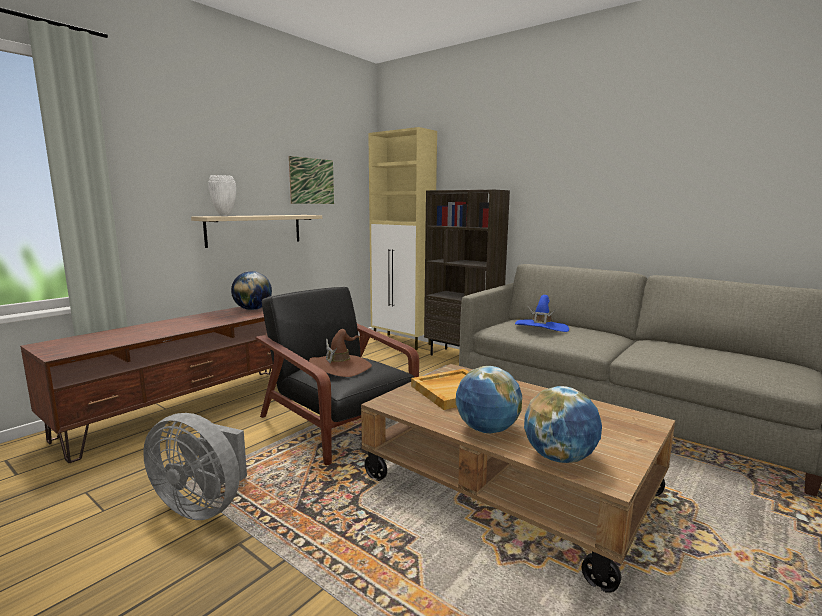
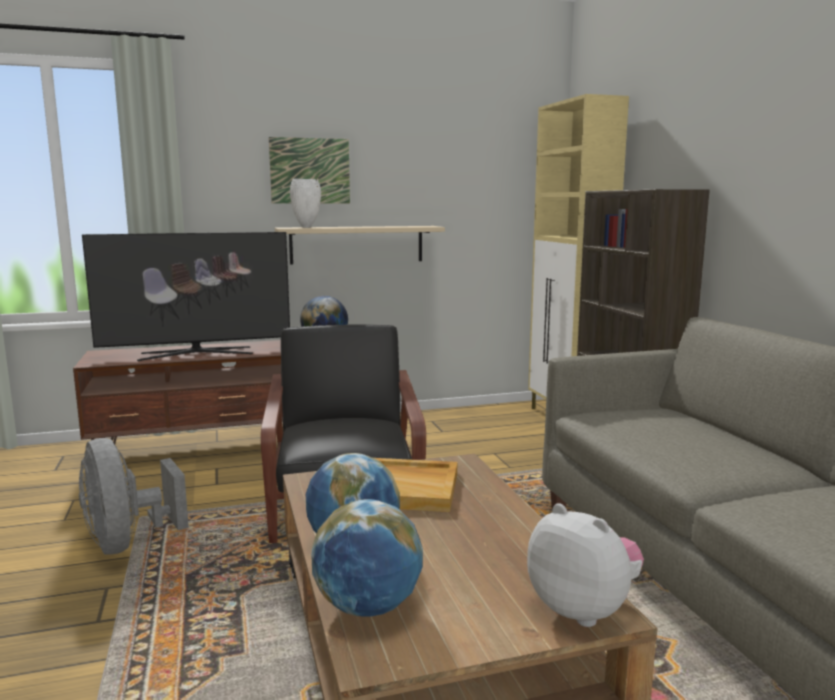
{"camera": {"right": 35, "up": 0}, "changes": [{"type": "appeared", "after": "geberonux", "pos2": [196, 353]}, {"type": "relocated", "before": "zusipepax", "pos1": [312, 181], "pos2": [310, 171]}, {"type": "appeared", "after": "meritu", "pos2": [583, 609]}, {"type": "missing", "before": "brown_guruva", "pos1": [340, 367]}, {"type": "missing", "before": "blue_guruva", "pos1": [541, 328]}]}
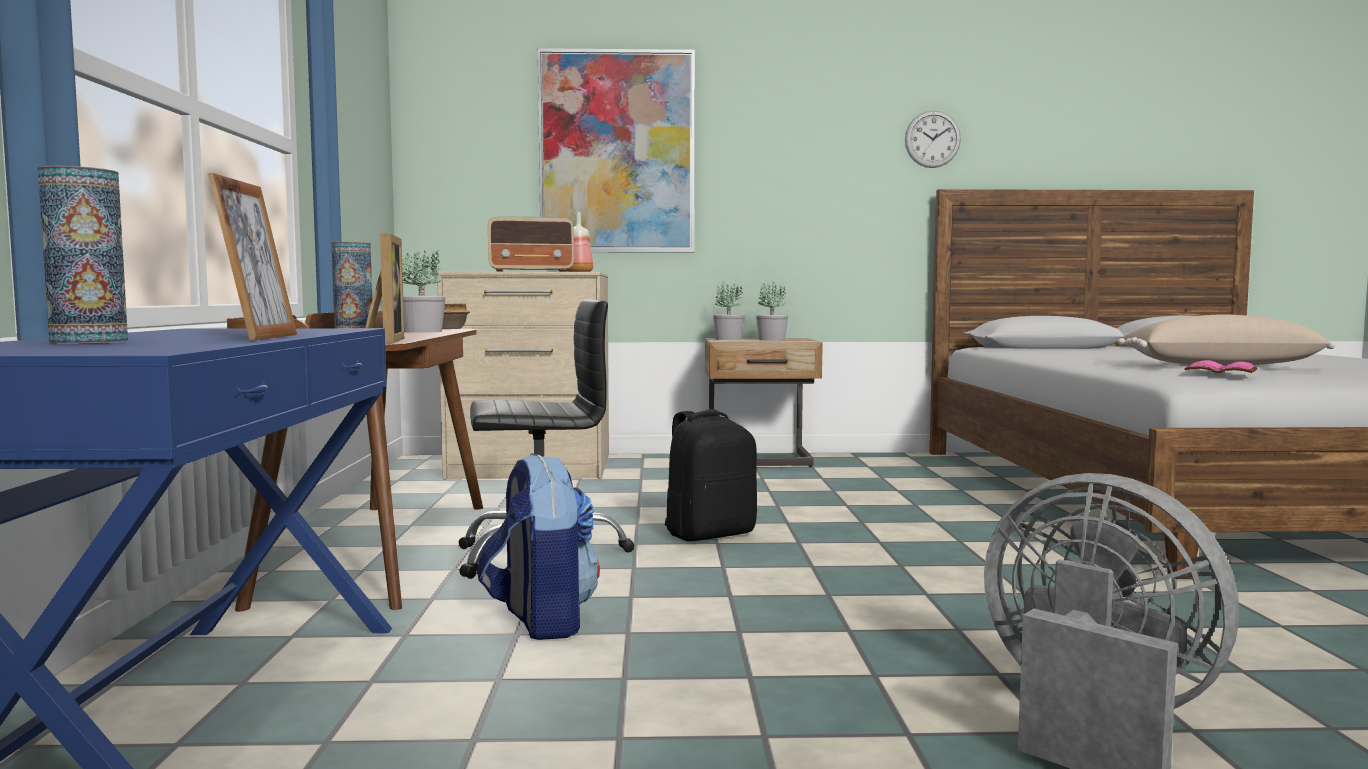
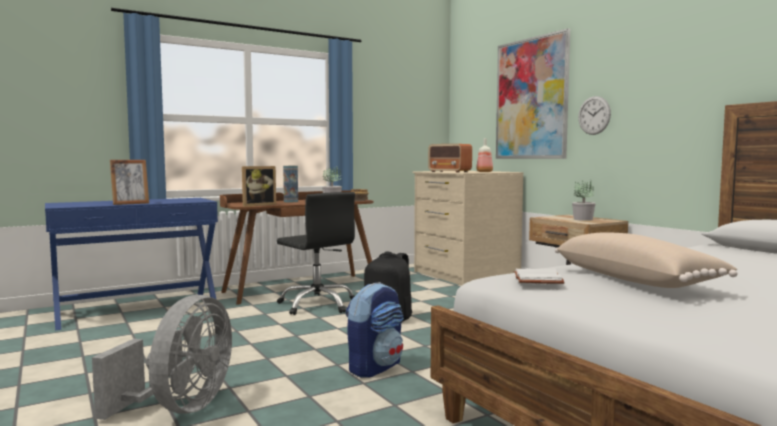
{"camera": {"right": 60, "up": 0}, "changes": [{"type": "relocated", "before": "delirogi", "pos1": [540, 621], "pos2": [375, 367]}, {"type": "colour", "before": "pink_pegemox", "after": "white_pegemox", "pos1": [1222, 371], "pos2": [539, 279]}, {"type": "relocated", "before": "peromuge", "pos1": [932, 139], "pos2": [594, 115]}, {"type": "missing", "before": "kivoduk", "pos1": [89, 341]}, {"type": "missing", "before": "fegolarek", "pos1": [729, 339]}]}
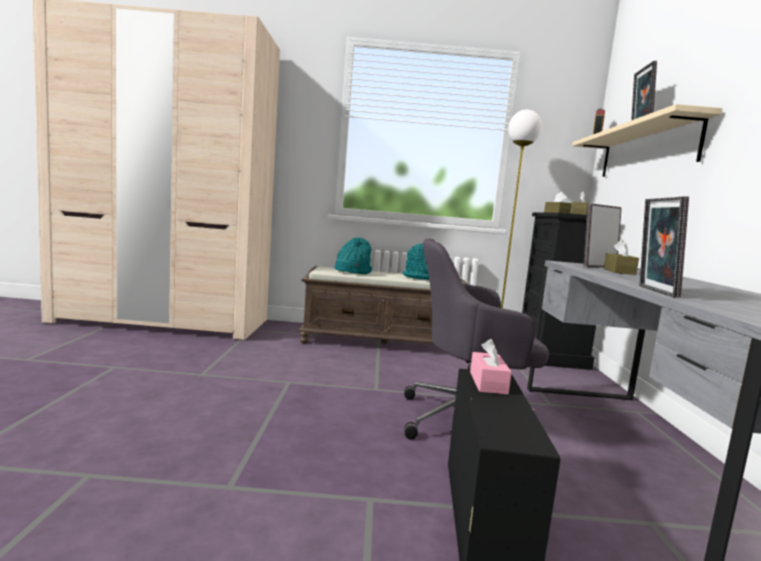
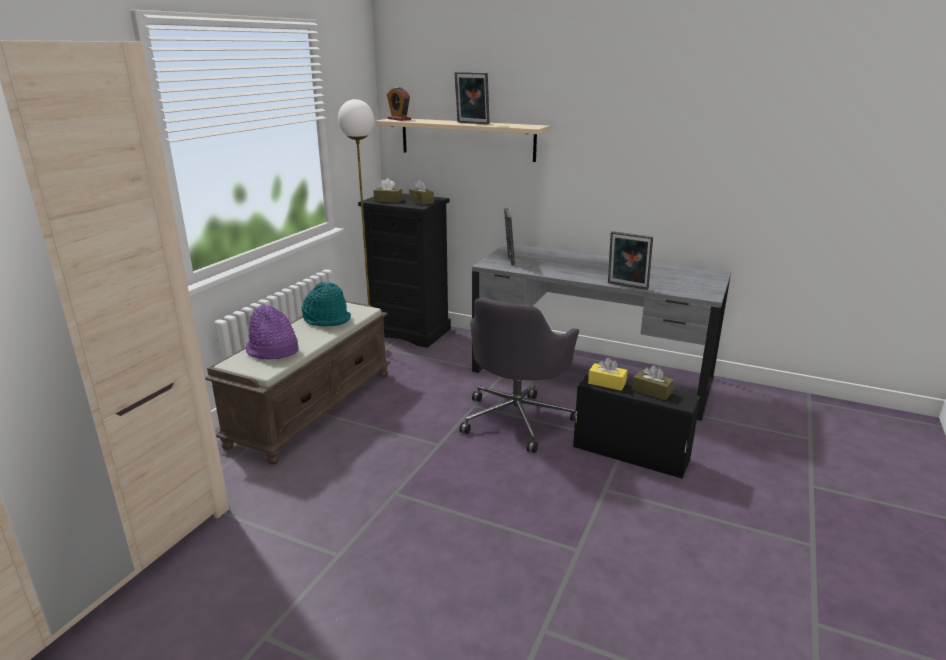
{"camera": {"right": -65, "up": 15}, "changes": [{"type": "colour", "before": "turquoise_guruva", "after": "purple_guruva", "pos1": [352, 271], "pos2": [272, 350]}, {"type": "colour", "before": "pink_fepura", "after": "yellow_fepura", "pos1": [488, 383], "pos2": [607, 383]}, {"type": "relocated", "before": "brown_fepura", "pos1": [619, 271], "pos2": [651, 391]}]}
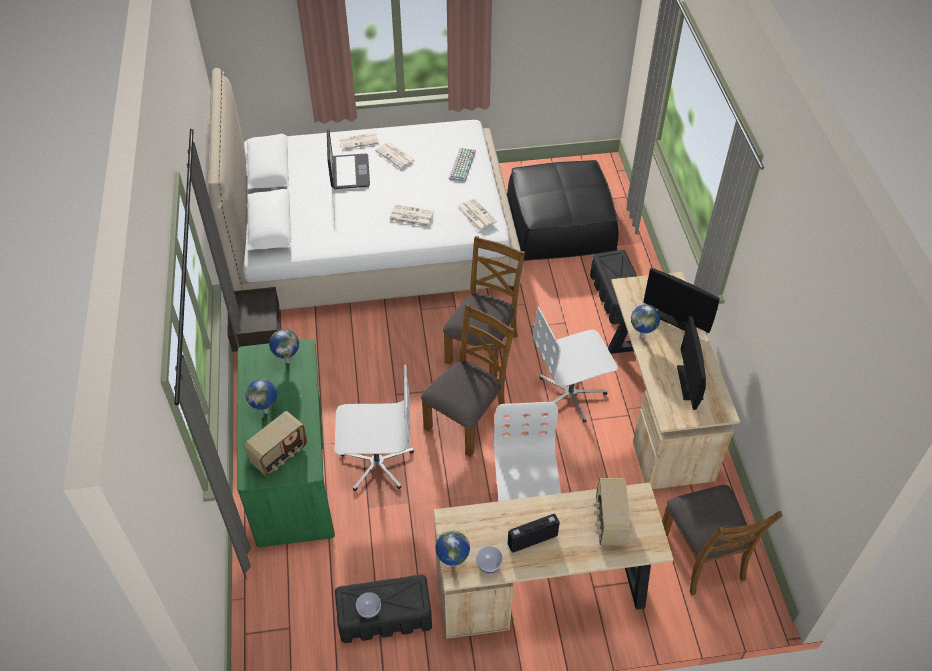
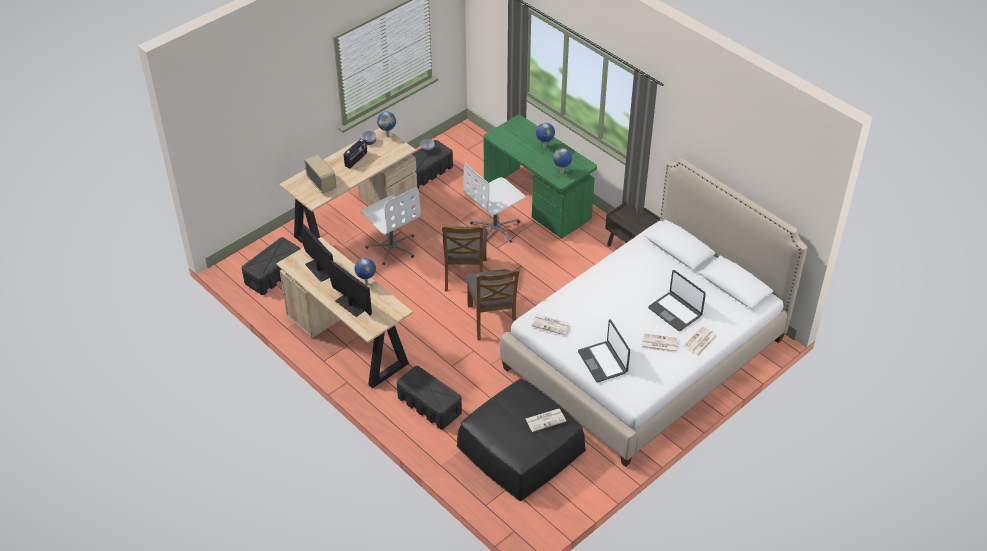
{"camera": {"right": 145, "up": -5}, "changes": [{"type": "exchanged", "before": "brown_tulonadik", "after": "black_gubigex", "pos1": [703, 556], "pos2": [274, 274]}, {"type": "spun", "before": "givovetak", "pos1": [676, 319], "pos2": [350, 305], "turn": 45}, {"type": "relocated", "before": "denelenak", "pos1": [410, 216], "pos2": [546, 420]}, {"type": "exchanged", "before": "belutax", "after": "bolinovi", "pos1": [461, 164], "pos2": [603, 362]}, {"type": "missing", "before": "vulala", "pos1": [279, 455]}, {"type": "missing", "before": "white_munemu", "pos1": [571, 395]}]}
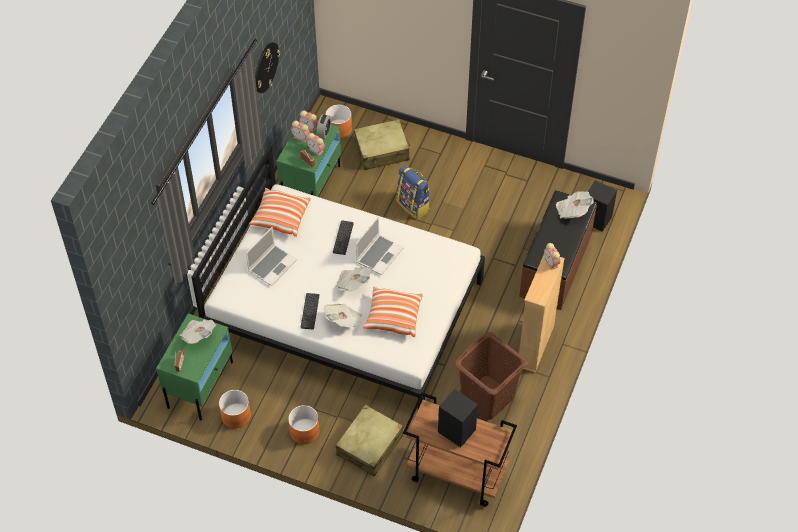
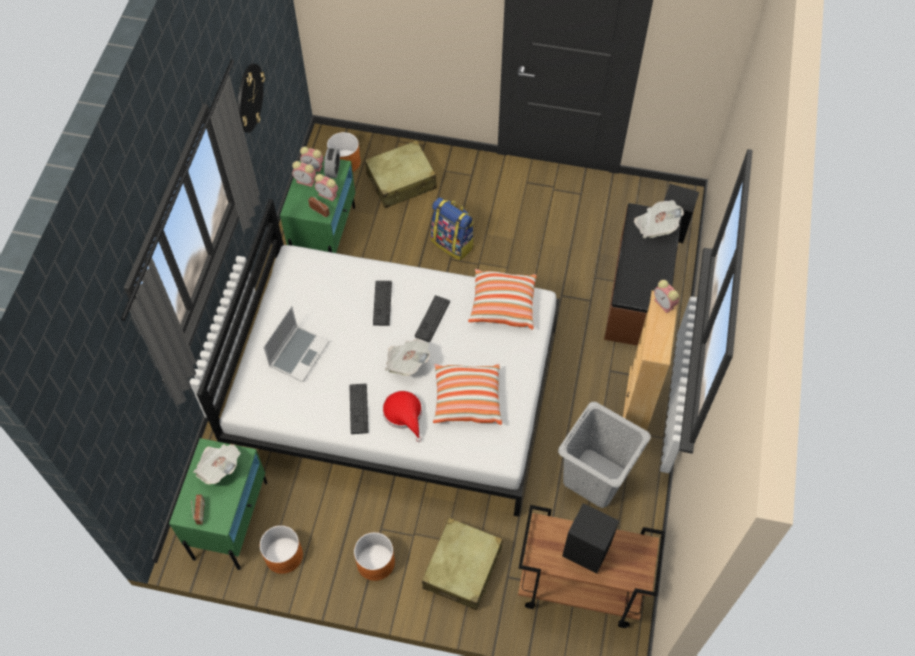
{"camera": {"right": -10, "up": 5}, "changes": [{"type": "exchanged", "before": "denelenak", "after": "red_guruva", "pos1": [343, 320], "pos2": [404, 414]}, {"type": "exchanged", "before": "bolinovi", "after": "belutax", "pos1": [379, 255], "pos2": [432, 319]}, {"type": "relocated", "before": "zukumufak", "pos1": [280, 217], "pos2": [502, 305]}, {"type": "colour", "before": "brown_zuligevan", "after": "grey_zuligevan", "pos1": [487, 398], "pos2": [595, 478]}]}
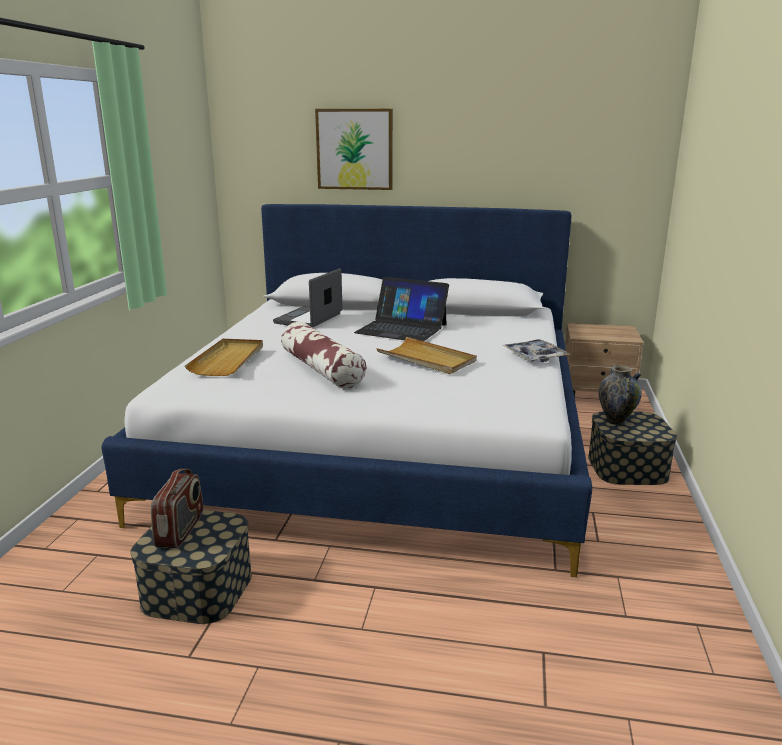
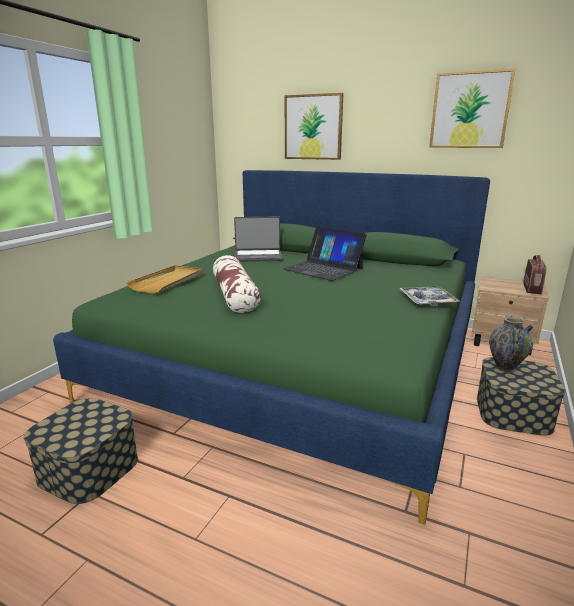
{"camera": {"right": 15, "up": 0}, "changes": [{"type": "colour", "before": "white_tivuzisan", "after": "green_tivuzisan", "pos1": [382, 441], "pos2": [301, 359]}, {"type": "spun", "before": "bolinovi", "pos1": [309, 319], "pos2": [258, 256], "turn": -135}, {"type": "appeared", "after": "zusipepax", "pos2": [470, 110]}, {"type": "relocated", "before": "vulala", "pos1": [181, 530], "pos2": [532, 289]}, {"type": "missing", "before": "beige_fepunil", "pos1": [427, 359]}]}
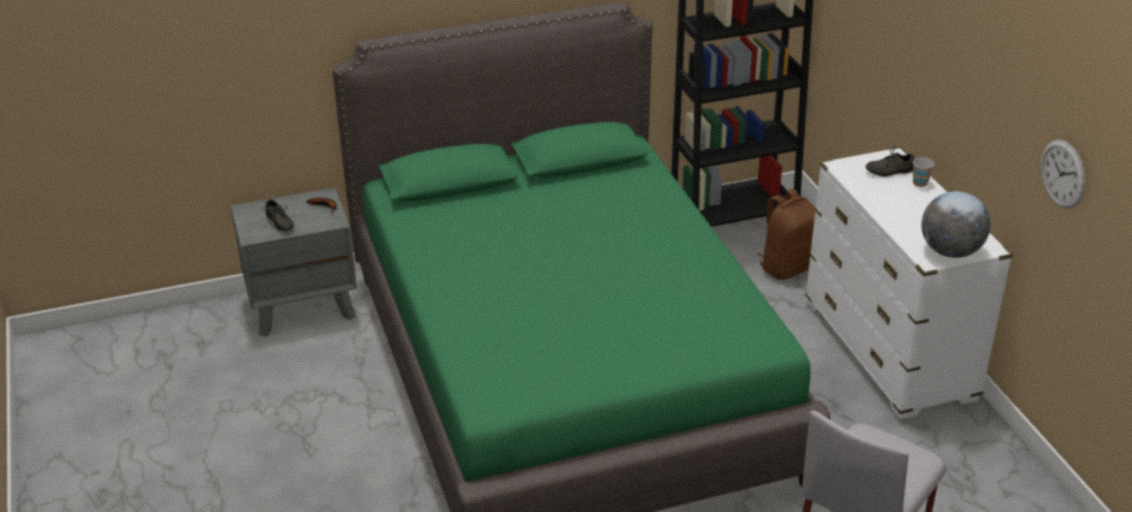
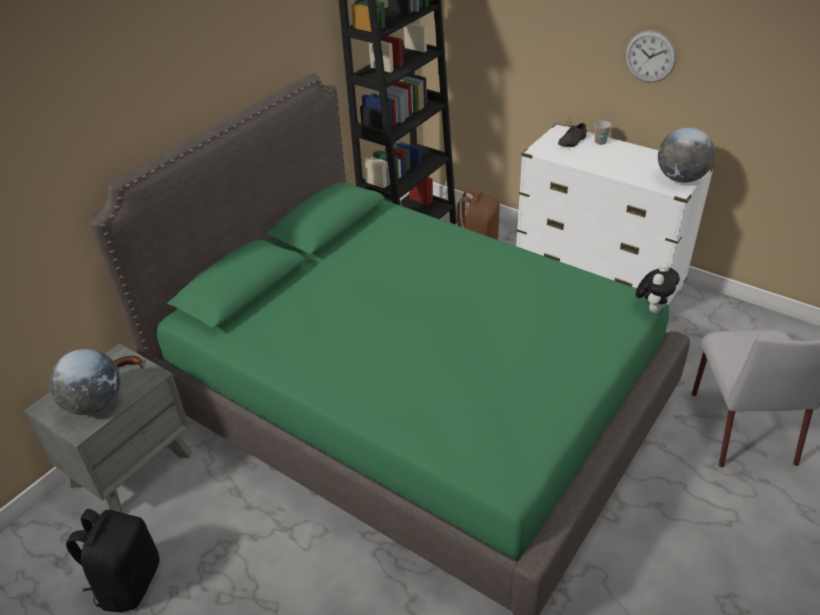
{"camera": {"right": -35, "up": 5}, "changes": [{"type": "exchanged", "before": "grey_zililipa", "after": "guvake", "pos1": [278, 223], "pos2": [95, 404]}, {"type": "appeared", "after": "black_delirogi", "pos2": [128, 582]}, {"type": "relocated", "before": "peromuge", "pos1": [1062, 174], "pos2": [650, 56]}, {"type": "appeared", "after": "meritu", "pos2": [652, 308]}]}
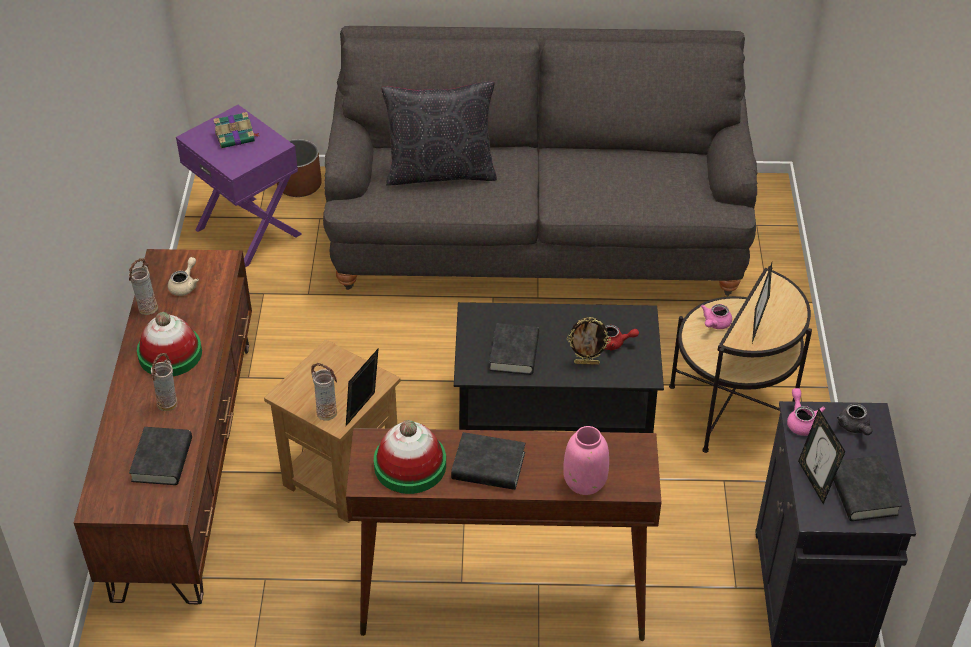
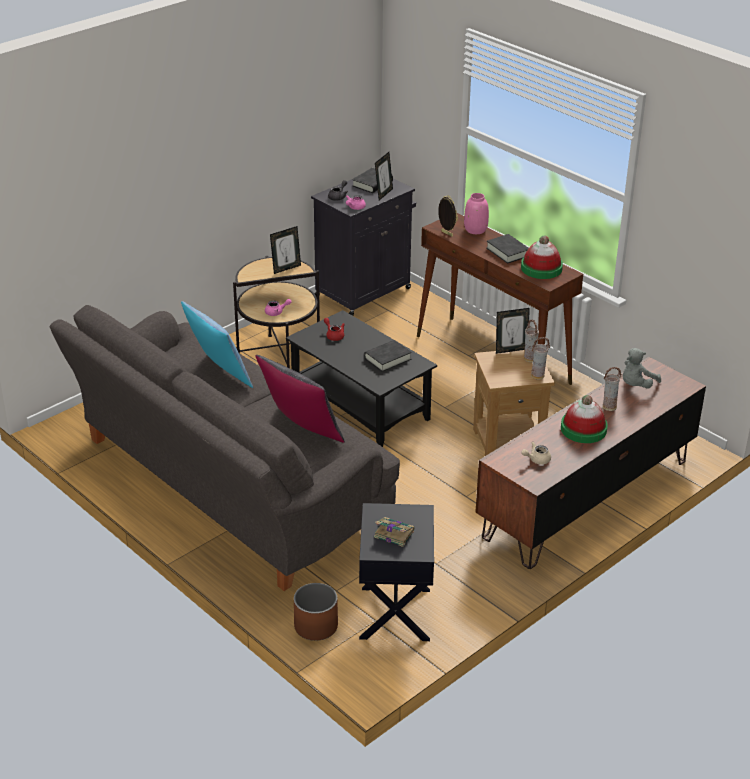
{"camera": {"right": -135, "up": -10}, "changes": [{"type": "appeared", "after": "zukumufak", "pos2": [218, 375]}, {"type": "colour", "before": "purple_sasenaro", "after": "black_sasenaro", "pos1": [249, 231], "pos2": [393, 613]}, {"type": "relocated", "before": "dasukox", "pos1": [587, 362], "pos2": [446, 234]}, {"type": "relocated", "before": "kivoduk", "pos1": [147, 308], "pos2": [537, 376]}, {"type": "exchanged", "before": "black_pegemox", "after": "grey_meritu", "pos1": [162, 460], "pos2": [636, 385]}]}
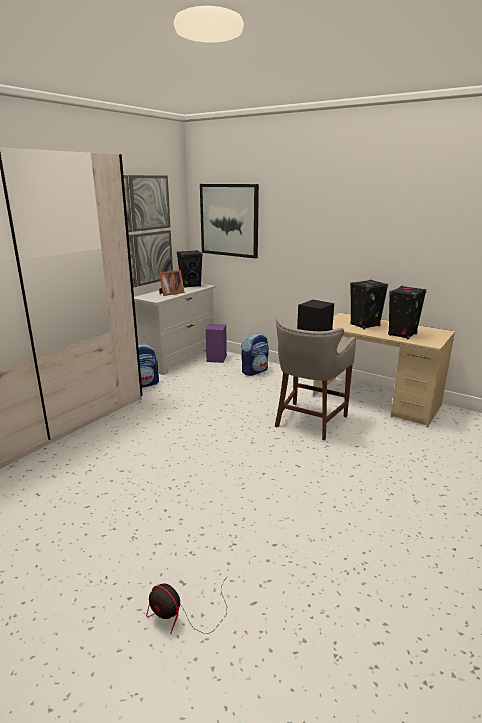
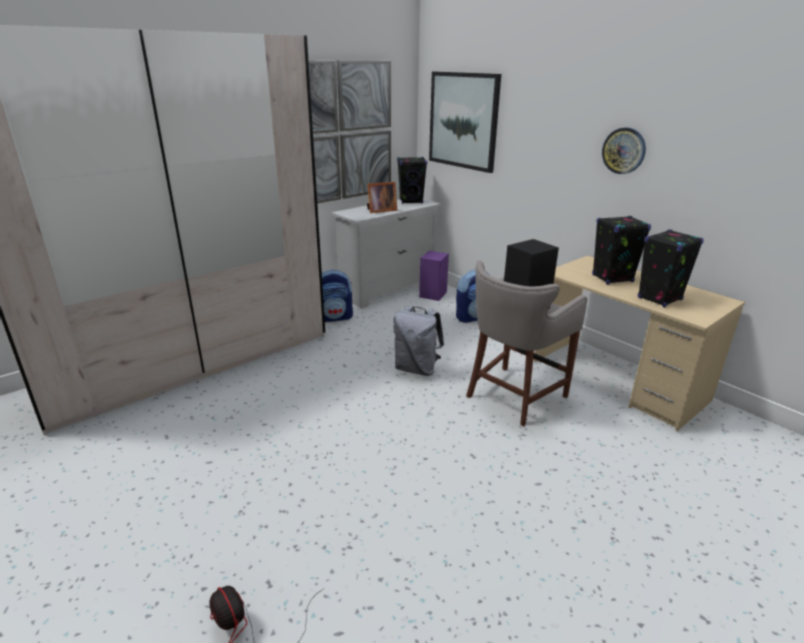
{"camera": {"right": 15, "up": 5}, "changes": [{"type": "appeared", "after": "grey_delirogi", "pos2": [417, 369]}, {"type": "appeared", "after": "peromuge", "pos2": [624, 150]}]}
